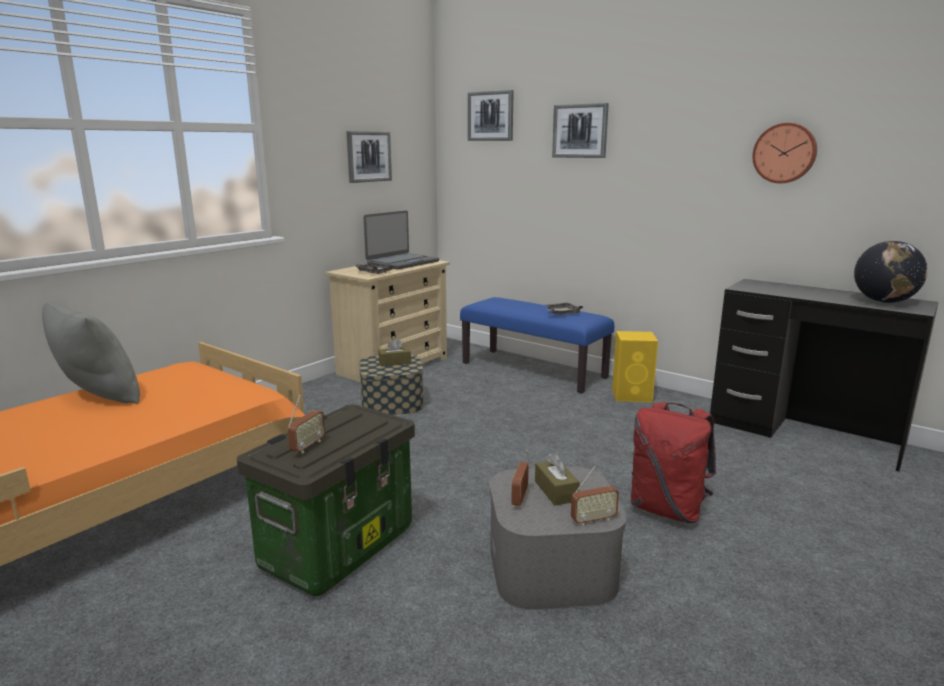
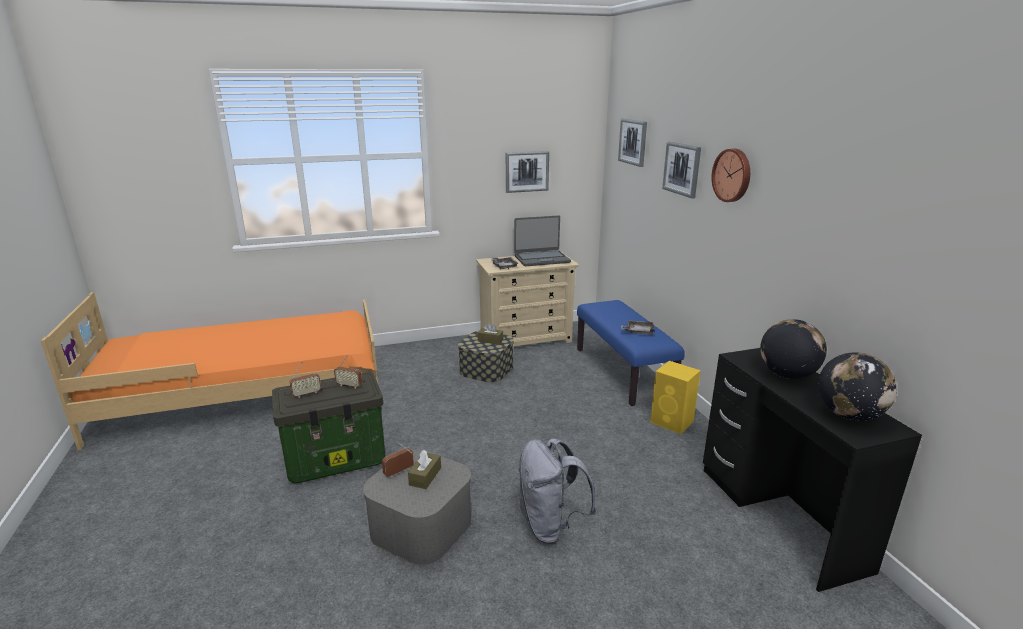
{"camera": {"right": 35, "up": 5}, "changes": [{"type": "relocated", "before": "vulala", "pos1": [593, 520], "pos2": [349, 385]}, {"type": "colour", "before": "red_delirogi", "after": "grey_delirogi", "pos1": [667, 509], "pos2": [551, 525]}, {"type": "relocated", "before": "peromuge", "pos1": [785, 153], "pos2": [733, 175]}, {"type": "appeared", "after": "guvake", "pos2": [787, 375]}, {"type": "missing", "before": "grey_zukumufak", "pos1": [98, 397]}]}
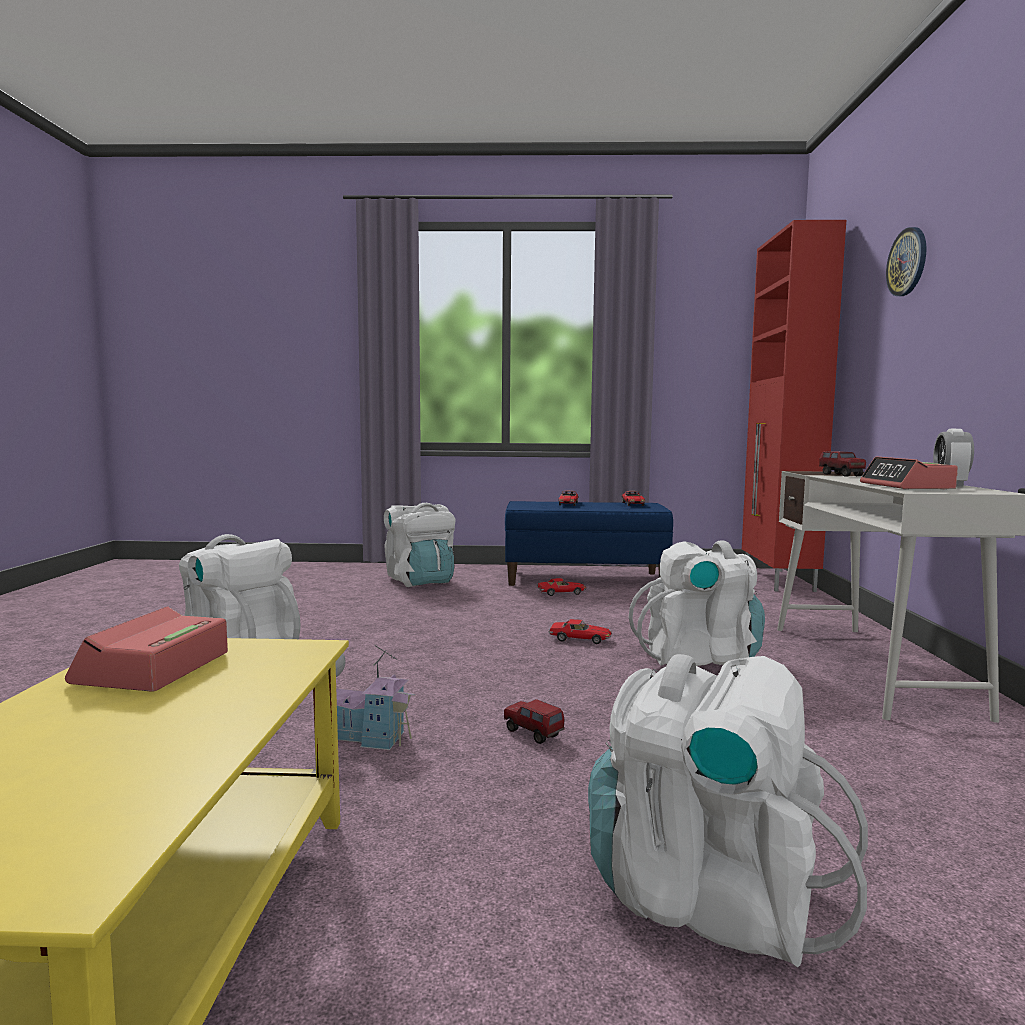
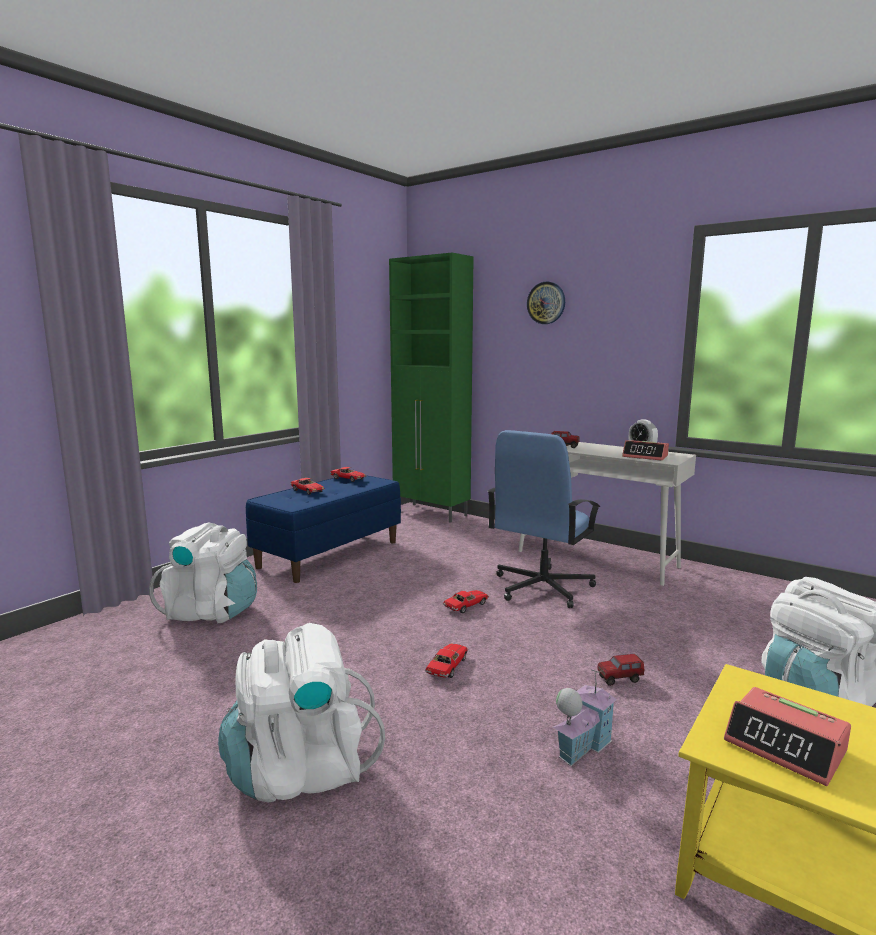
{"camera": {"right": -55, "up": 5}, "changes": [{"type": "colour", "before": "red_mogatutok", "after": "green_mogatutok", "pos1": [778, 580], "pos2": [431, 513]}, {"type": "relocated", "before": "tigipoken", "pos1": [561, 593], "pos2": [448, 666]}, {"type": "exchanged", "before": "white_delirogi", "after": "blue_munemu", "pos1": [699, 658], "pos2": [541, 587]}]}
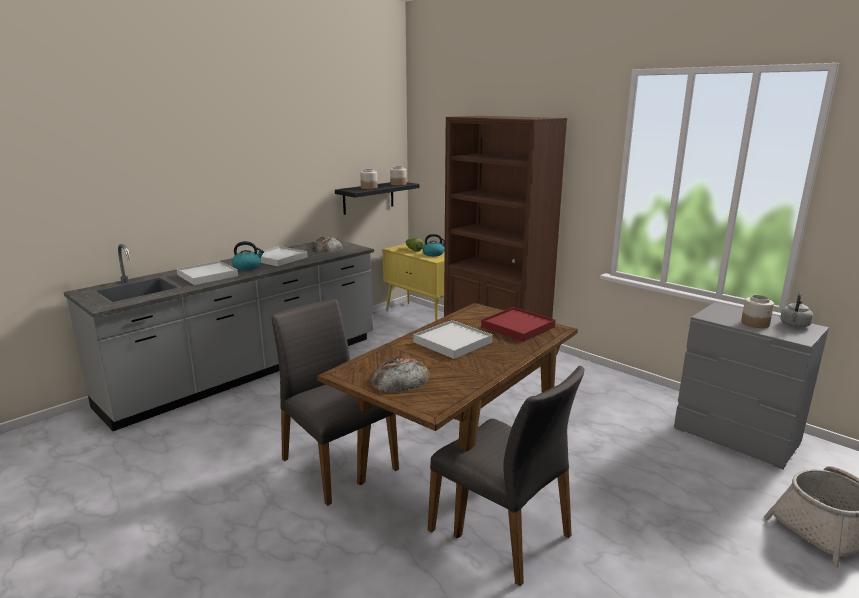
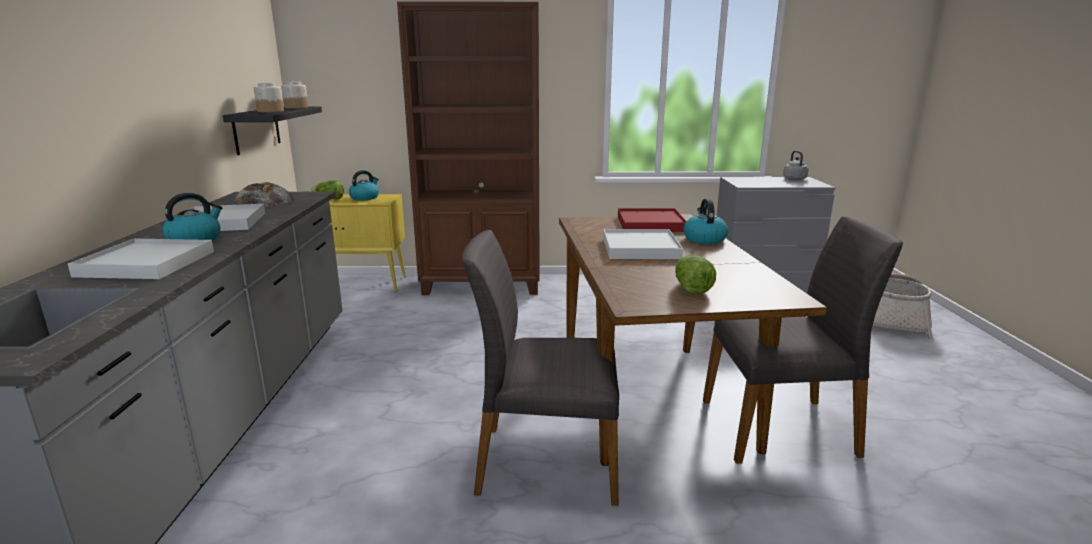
{"camera": {"right": -45, "up": 0}, "changes": [{"type": "exchanged", "before": "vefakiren", "after": "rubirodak", "pos1": [400, 377], "pos2": [691, 287]}, {"type": "appeared", "after": "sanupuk", "pos2": [704, 239]}, {"type": "missing", "before": "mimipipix", "pos1": [755, 323]}]}
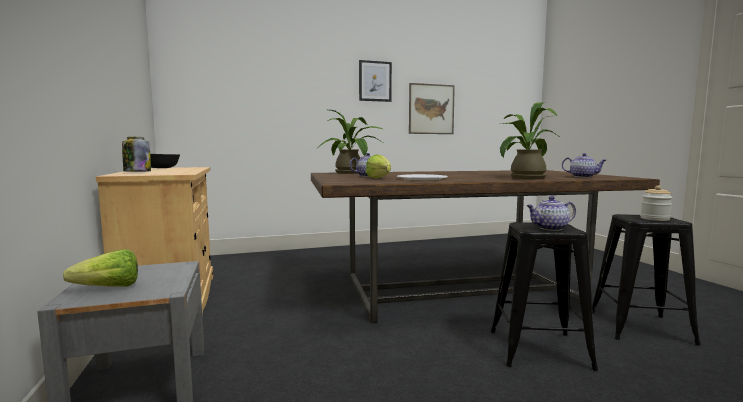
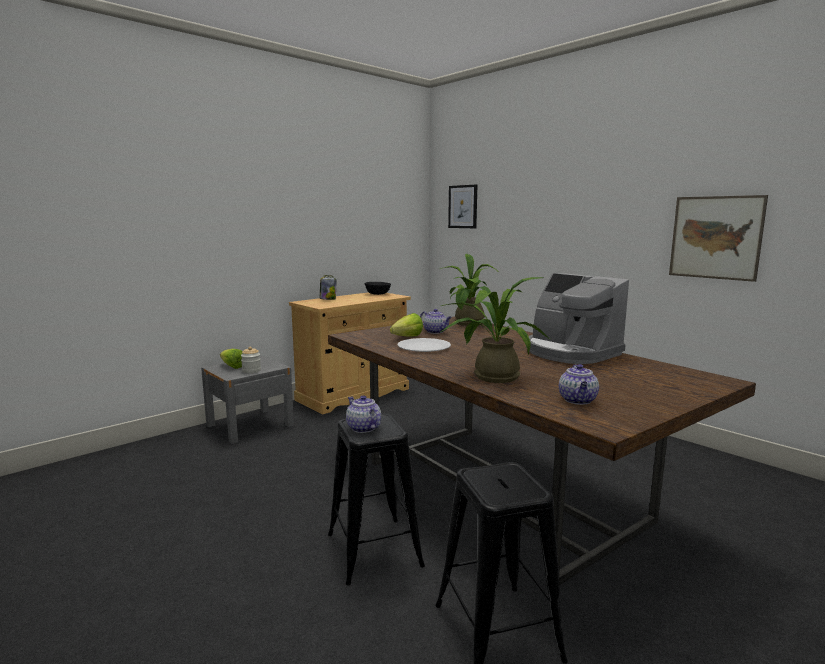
{"camera": {"right": 65, "up": 5}, "changes": [{"type": "relocated", "before": "mimipipix", "pos1": [654, 219], "pos2": [251, 371]}, {"type": "relocated", "before": "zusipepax", "pos1": [375, 81], "pos2": [463, 206]}, {"type": "appeared", "after": "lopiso", "pos2": [570, 352]}]}
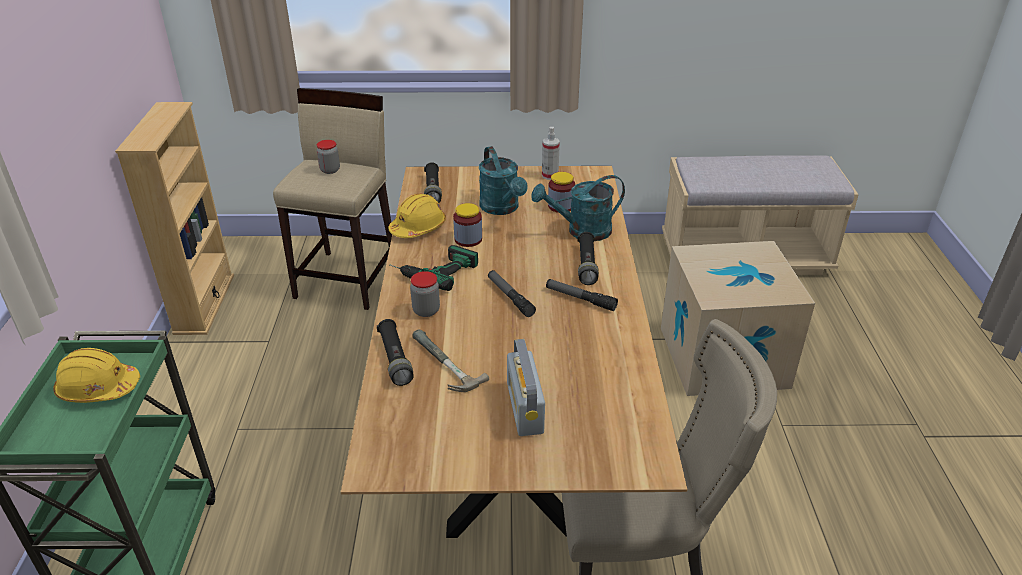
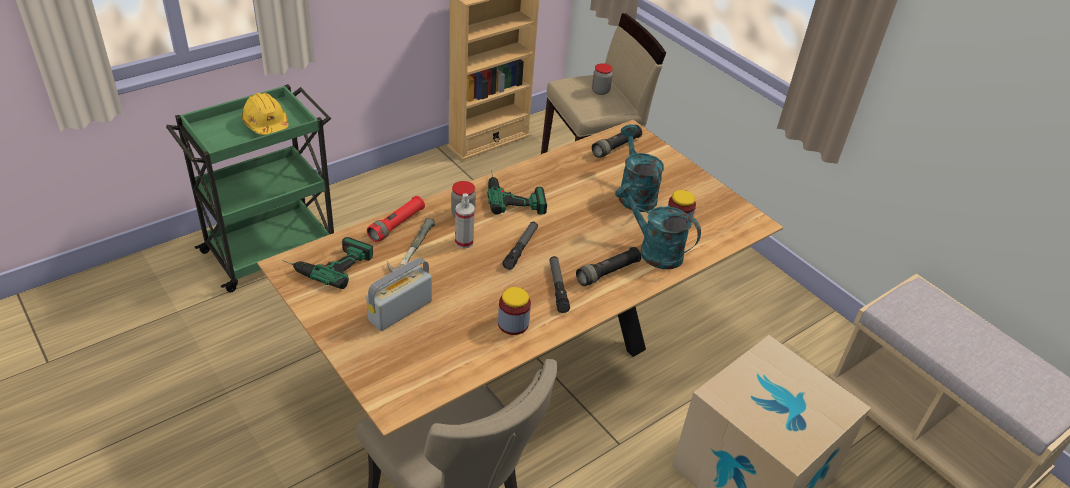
{"camera": {"right": 50, "up": 5}, "changes": [{"type": "appeared", "after": "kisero", "pos2": [327, 263]}, {"type": "colour", "before": "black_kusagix", "after": "red_kusagix", "pos1": [395, 359], "pos2": [397, 225]}, {"type": "relocated", "before": "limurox", "pos1": [550, 176], "pos2": [464, 242]}, {"type": "relocated", "before": "mimipipix", "pos1": [468, 239], "pos2": [513, 324]}, {"type": "spun", "before": "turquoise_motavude", "pos1": [502, 208], "pos2": [634, 193], "turn": 135}, {"type": "missing", "before": "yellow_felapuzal", "pos1": [418, 227]}]}
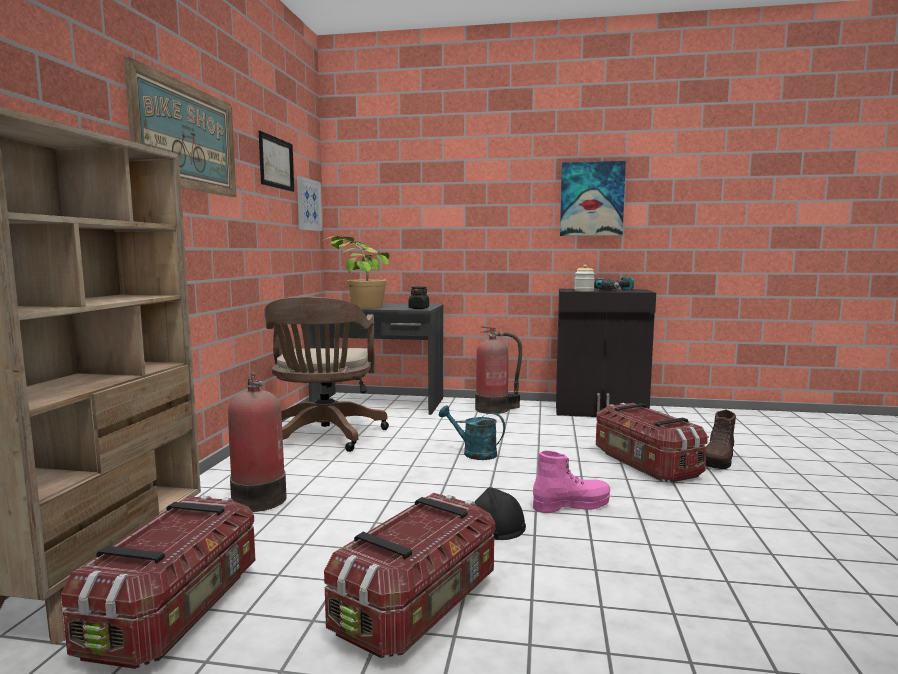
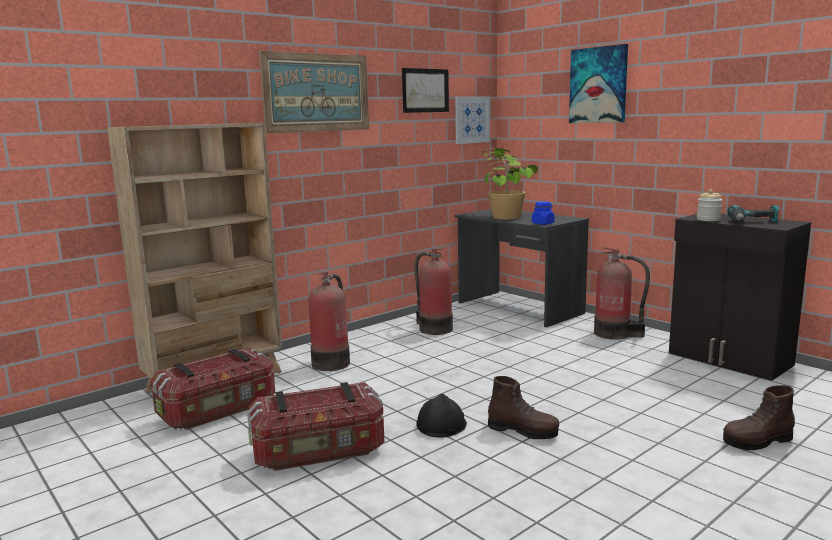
{"camera": {"right": 40, "up": 5}, "changes": [{"type": "exchanged", "before": "brown_munemu", "after": "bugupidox", "pos1": [324, 436], "pos2": [434, 328]}, {"type": "colour", "before": "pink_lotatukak", "after": "brown_lotatukak", "pos1": [571, 505], "pos2": [523, 430]}, {"type": "colour", "before": "black_mimipipix", "after": "blue_mimipipix", "pos1": [418, 308], "pos2": [543, 223]}, {"type": "relocated", "before": "zusipepax", "pos1": [591, 199], "pos2": [598, 85]}, {"type": "missing", "before": "turquoise_motavude", "pos1": [474, 453]}, {"type": "missing", "before": "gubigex", "pos1": [644, 463]}]}
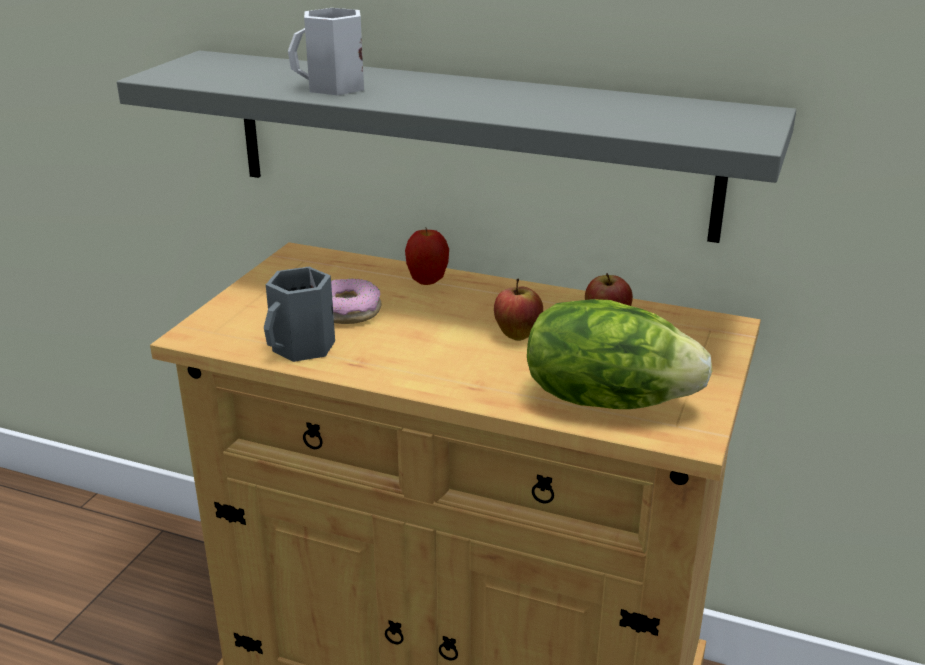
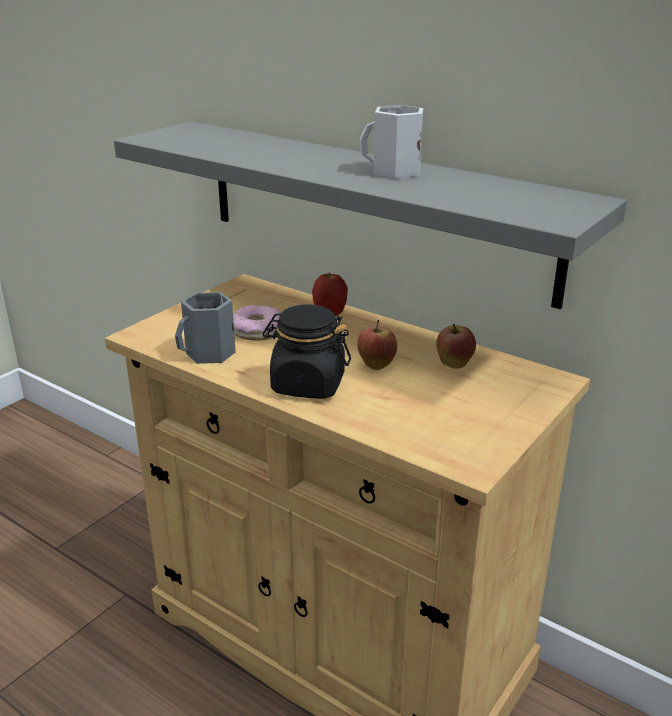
{"camera": {"right": 15, "up": 0}, "changes": [{"type": "appeared", "after": "black_mimipipix", "pos2": [307, 384]}, {"type": "relocated", "before": "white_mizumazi", "pos1": [333, 87], "pos2": [394, 171]}, {"type": "missing", "before": "rubirodak", "pos1": [607, 399]}]}
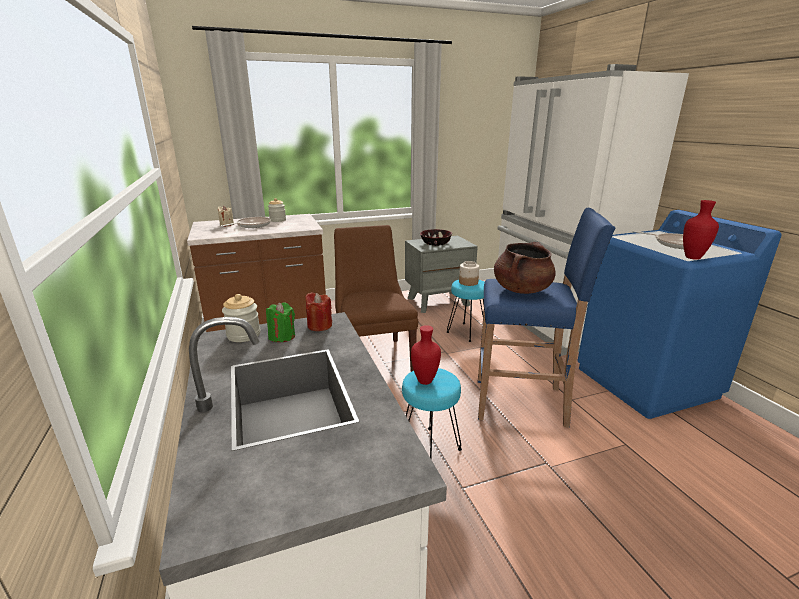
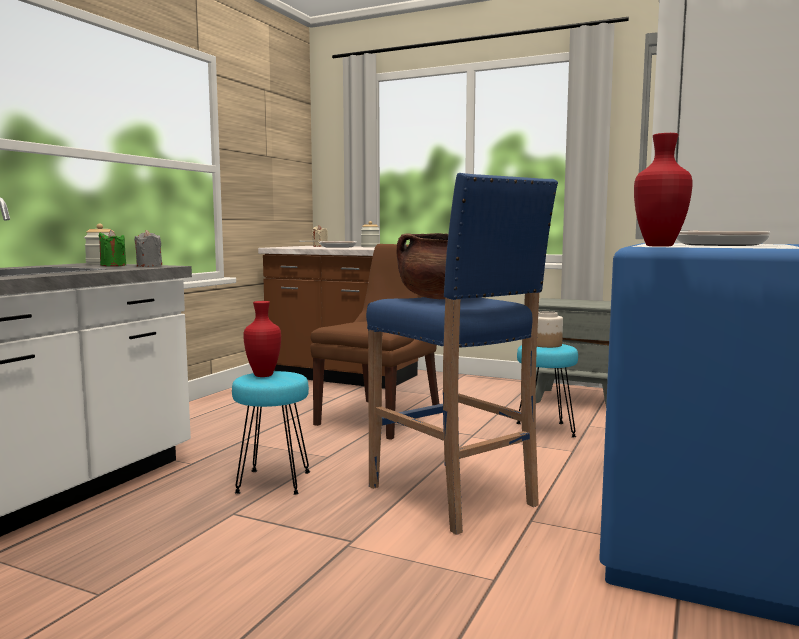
{"camera": {"right": 45, "up": -15}, "changes": [{"type": "colour", "before": "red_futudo", "after": "grey_futudo", "pos1": [319, 325], "pos2": [149, 266]}, {"type": "missing", "before": "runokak", "pos1": [435, 243]}]}
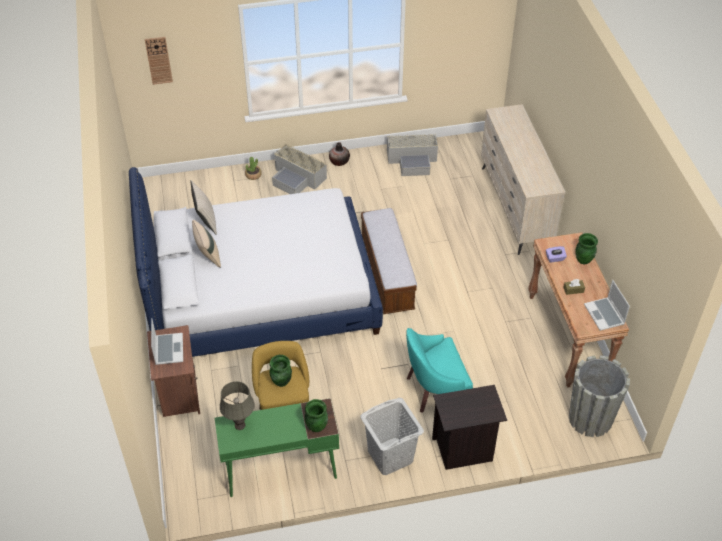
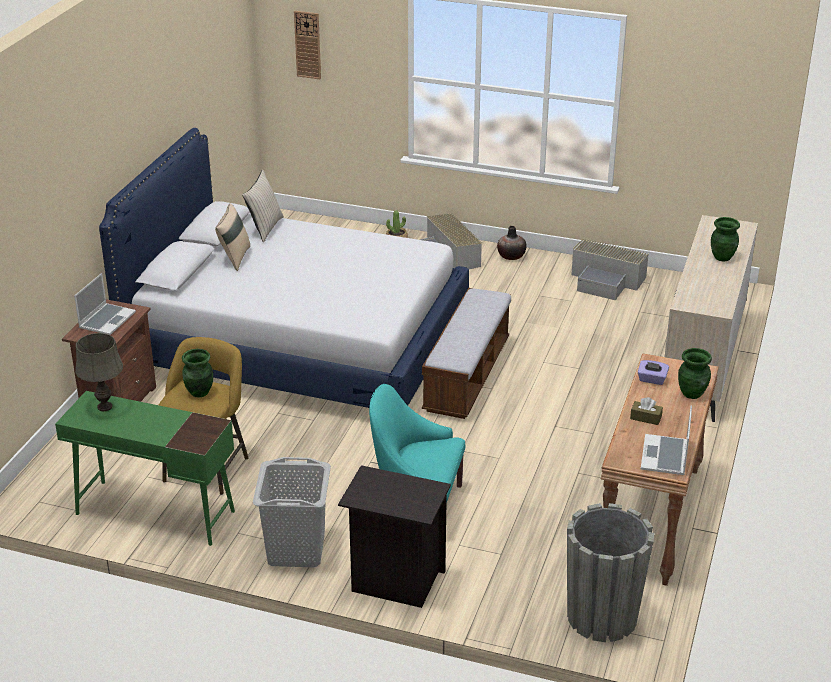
{"camera": {"right": 30, "up": -15}, "changes": [{"type": "relocated", "before": "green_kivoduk", "pos1": [316, 426], "pos2": [722, 257]}]}
